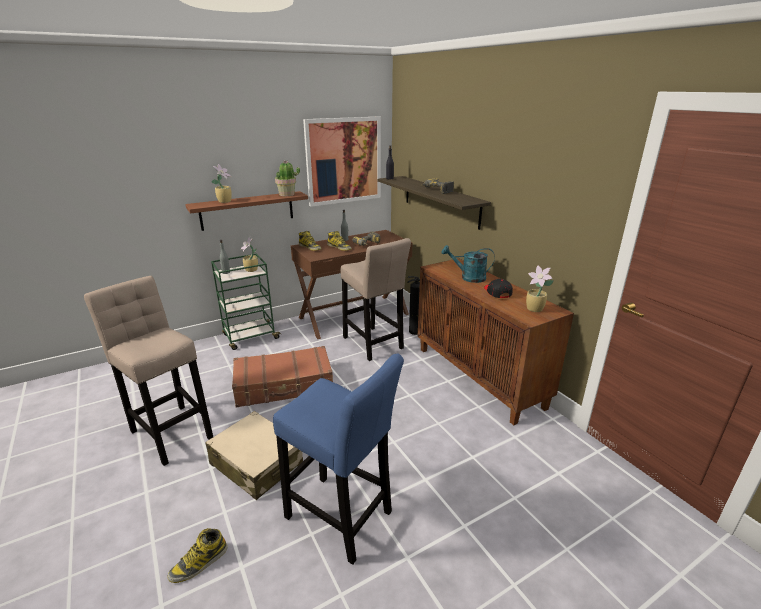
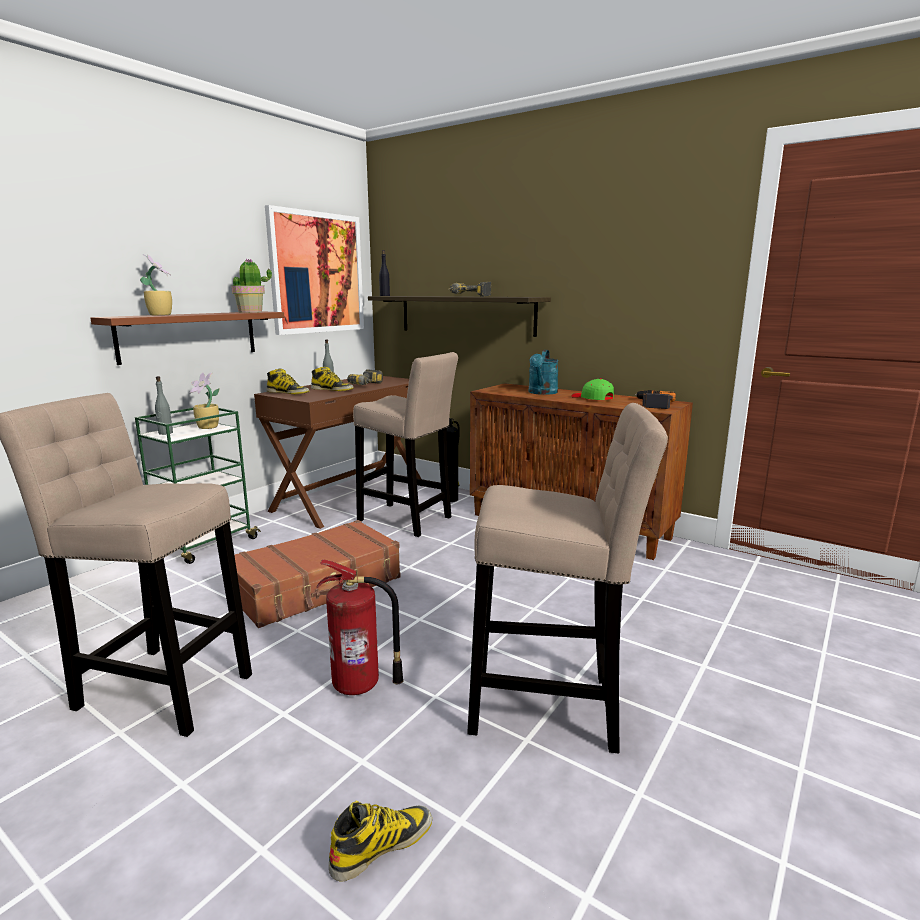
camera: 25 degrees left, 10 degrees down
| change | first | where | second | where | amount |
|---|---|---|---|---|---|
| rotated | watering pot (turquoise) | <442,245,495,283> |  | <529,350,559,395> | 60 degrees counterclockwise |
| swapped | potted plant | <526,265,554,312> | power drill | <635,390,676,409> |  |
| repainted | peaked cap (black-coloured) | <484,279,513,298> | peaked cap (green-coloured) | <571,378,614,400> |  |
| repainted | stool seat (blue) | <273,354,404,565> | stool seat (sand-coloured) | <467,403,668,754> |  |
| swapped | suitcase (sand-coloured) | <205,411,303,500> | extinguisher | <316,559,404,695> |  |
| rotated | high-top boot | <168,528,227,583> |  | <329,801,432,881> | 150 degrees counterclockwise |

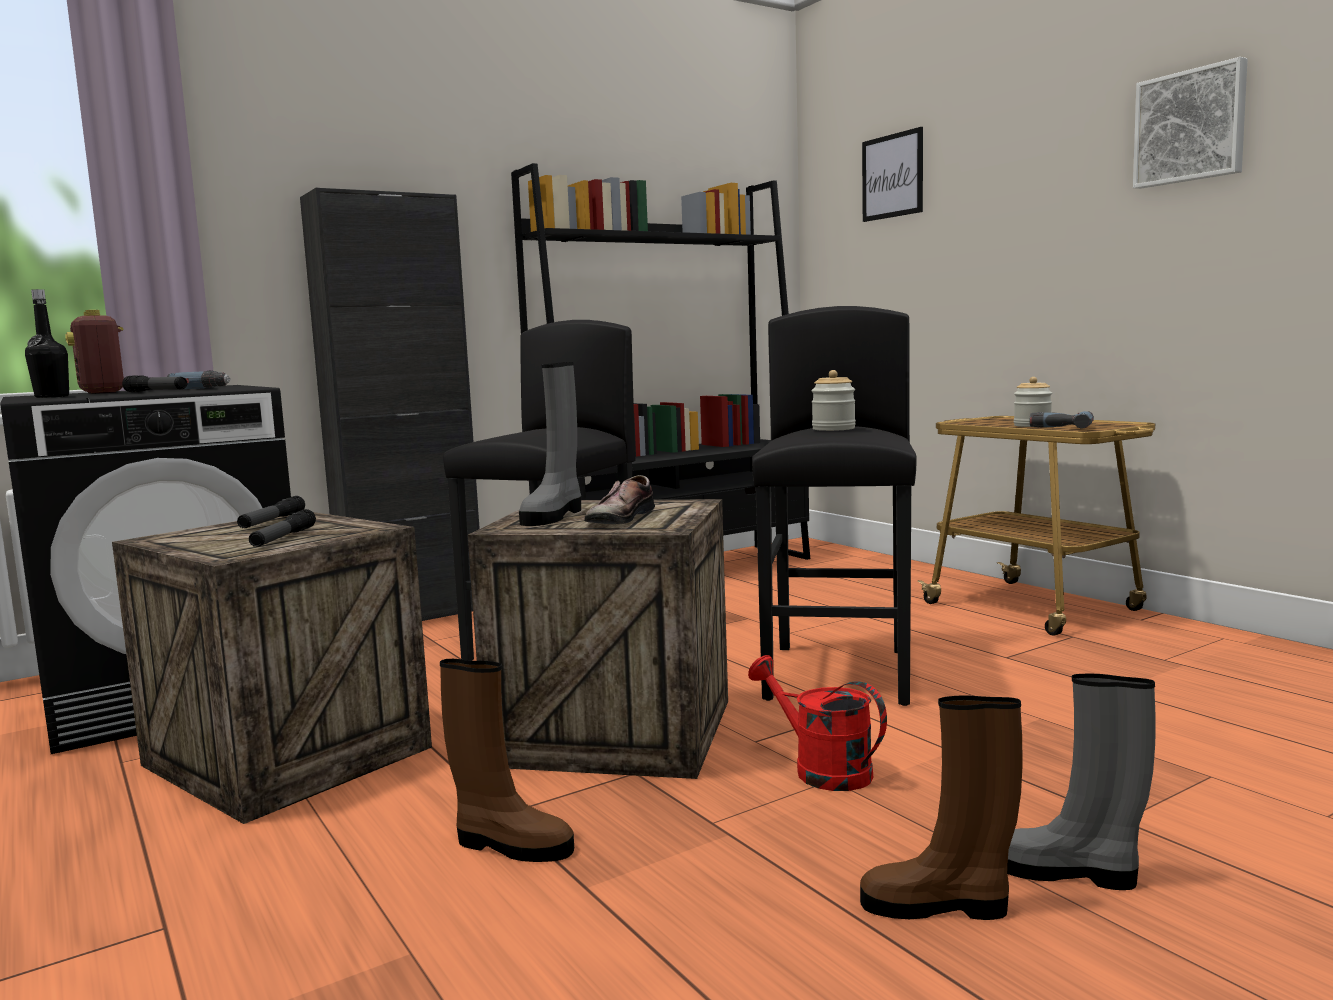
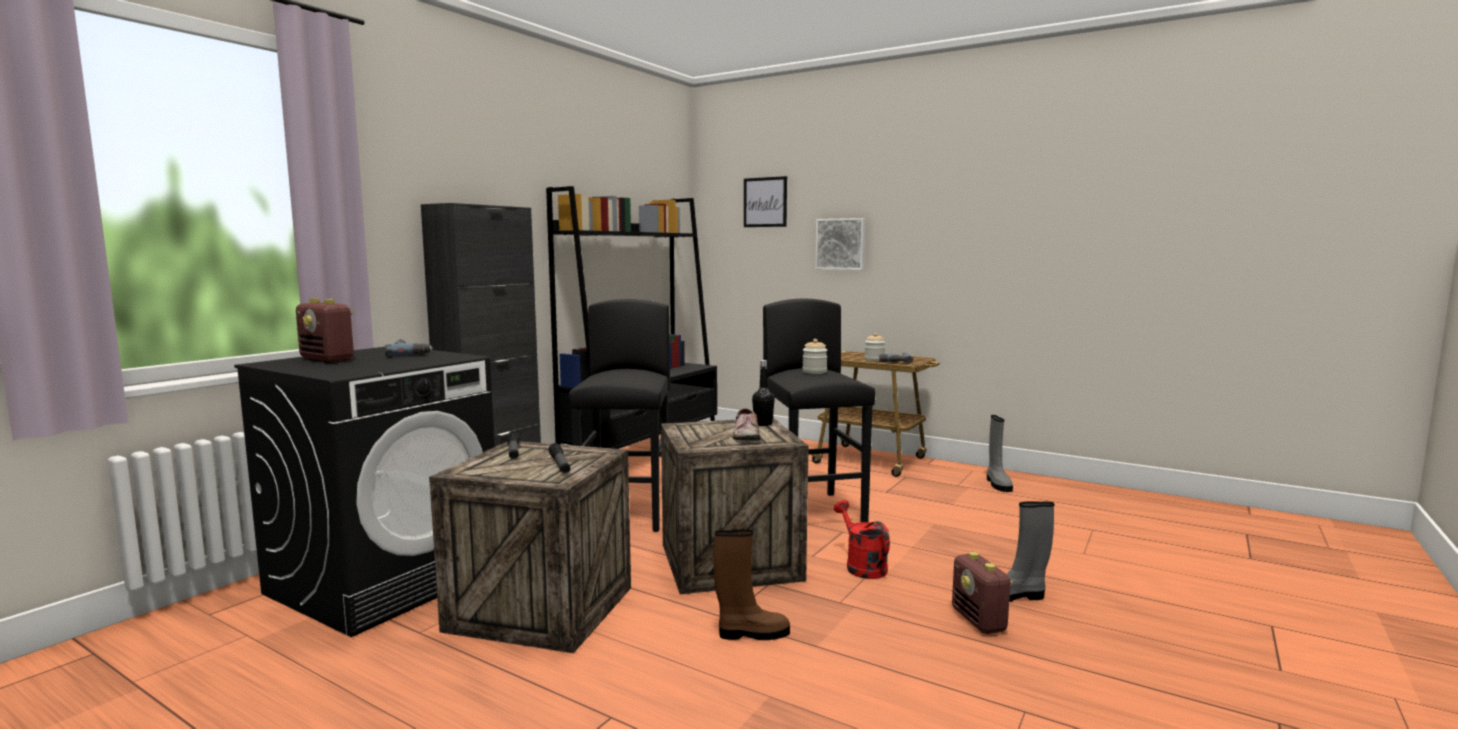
camera: 25 degrees left, 0 degrees up
| change | first | where | second | where | amount |
|---|---|---|---|---|---|
| shifted | picture | <1133,57,1248,189> |  | <815,218,865,270> |  |
| shifted | beverage bottle (black-coloured) | <25,289,69,398> |  | <752,360,775,426> |  |
| shifted | high-top boot (grey) | <519,362,581,526> |  | <987,415,1013,492> |  |
| gone | hand torch | <122,375,187,392> |  |  |  |
| rotated | watering pot (red-coloured) | <748,655,887,791> |  | <834,500,890,579> | 45 degrees clockwise |
| swapped | high-top boot (brownish) | <860,695,1023,920> | radio | <952,552,1013,634> |  |

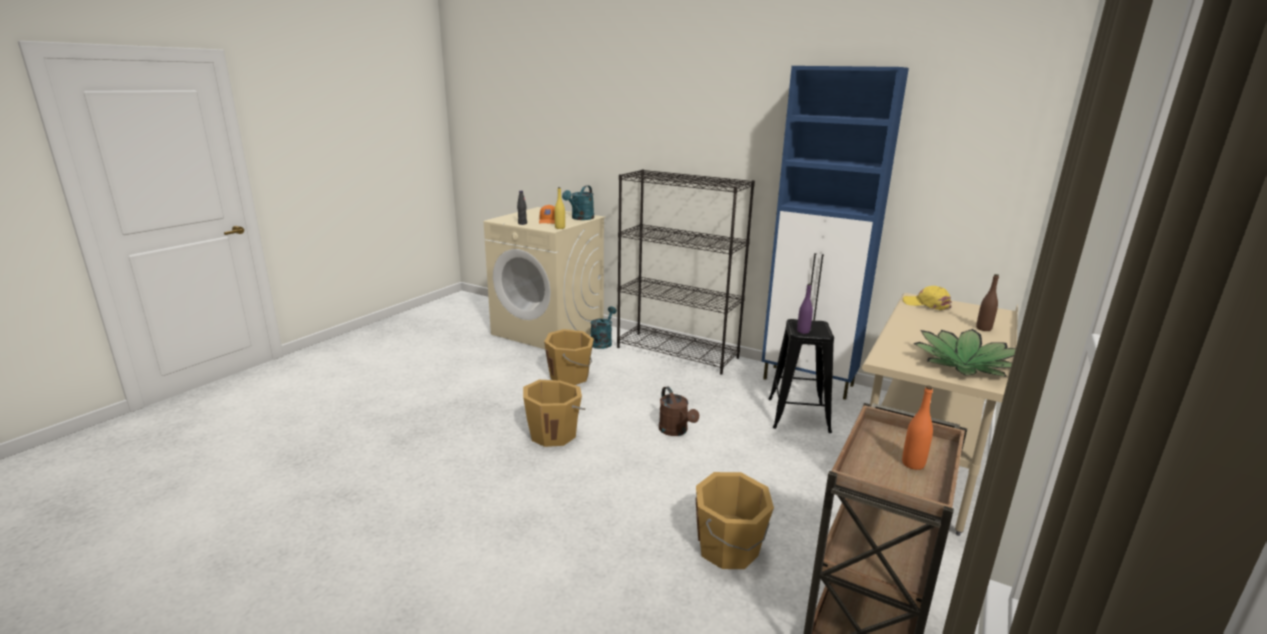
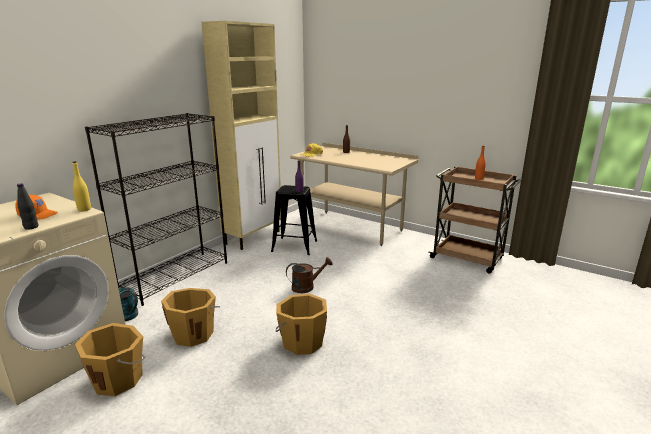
camera: 85 degrees left, 0 degrees up
| change | first | where | second | where | amount |
|---|---|---|---|---|---|
| repainted | cabinet (blue) | <762,66,909,400> | cabinet (sand-coloured) | <202,21,281,250> |  |
| gone | watering pot (turquoise) | <562,185,594,220> |  |  |  |
| gone | potted plant | <913,329,1016,377> |  |  |  |
| shifted | water bucket (orangey) | <695,472,774,569> |  | <75,323,145,396> |  |

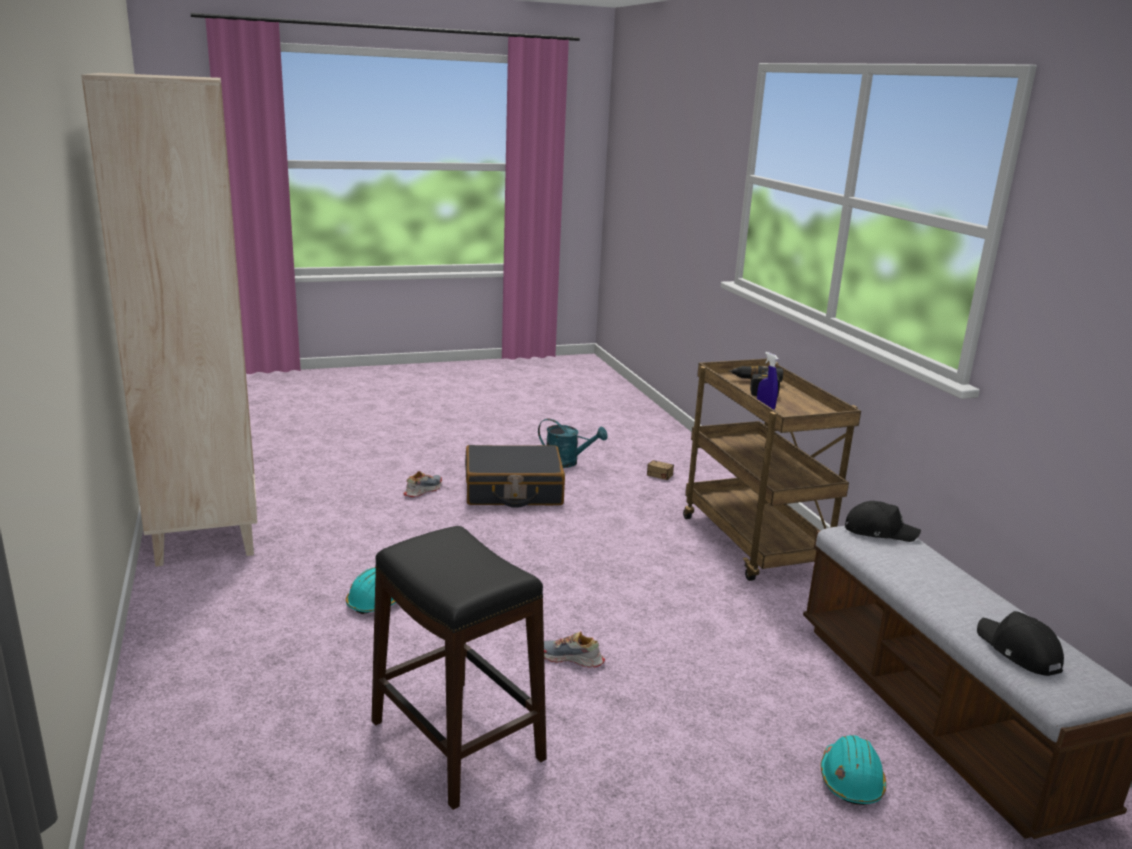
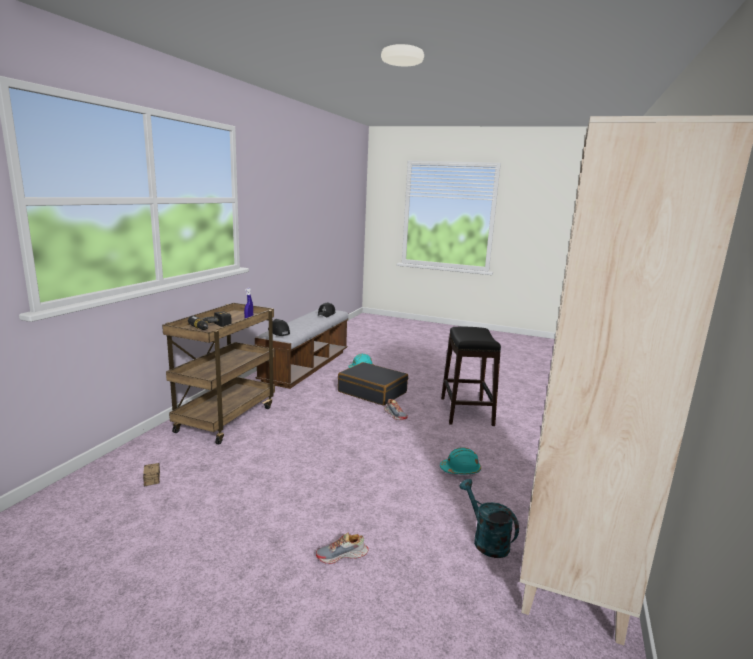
camera: 140 degrees left, 5 degrees down
| change | first | where | second | where | amount |
|---|---|---|---|---|---|
| shifted | watering pot (turquoise) | <538,418,608,468> |  | <459,479,519,558> |  |
| shifted | suitcase (black-coloured) | <465,445,565,508> |  | <338,362,408,406> |  |

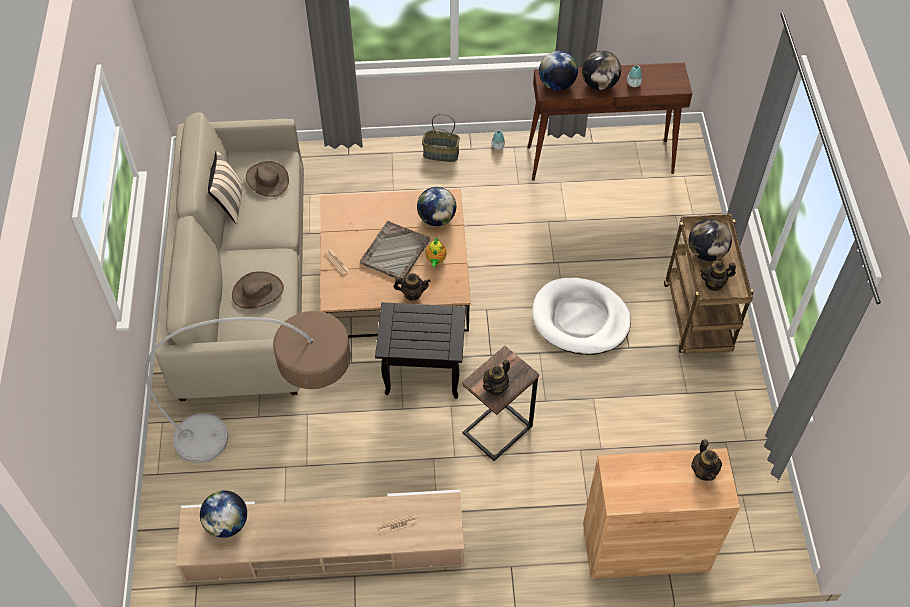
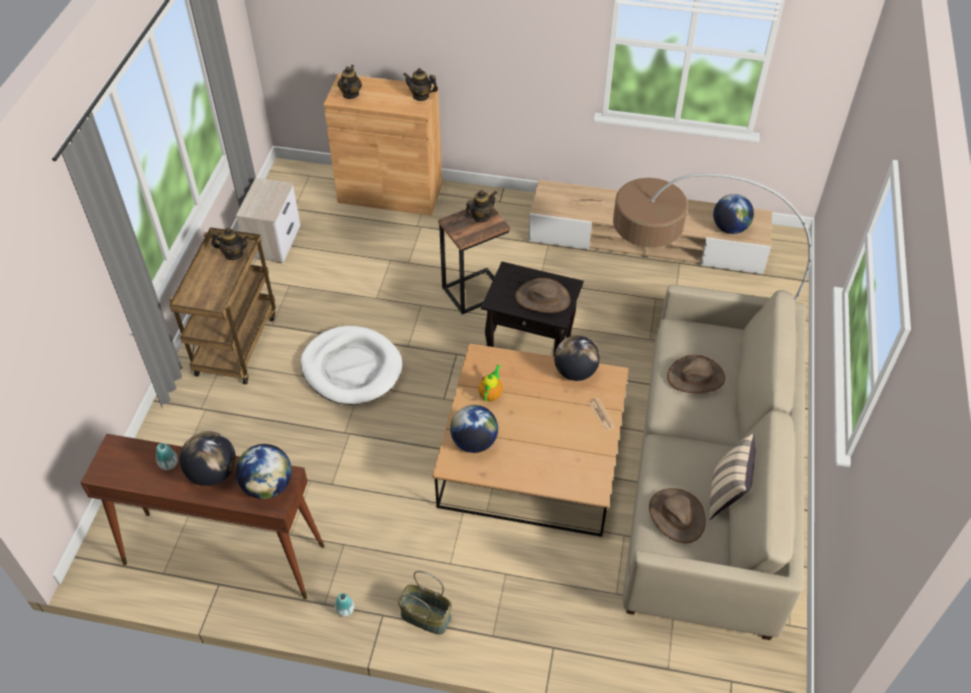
camera: 165 degrees left, 5 degrees down
| change | first | where | second | where | amount |
|---|---|---|---|---|---|
| shifted | world globe | <689,219,732,261> |  | <554,335,600,381> |  |
| gone | carrying tray (grey) | <360,221,430,281> |  |  |  |
| shifted | tea pot | <393,273,431,301> |  | <403,68,438,101> |  |
| new |  |  | nightstand | <236,178,300,263> |  |
| new |  |  | hat (brownish) | <515,278,570,313> |  |

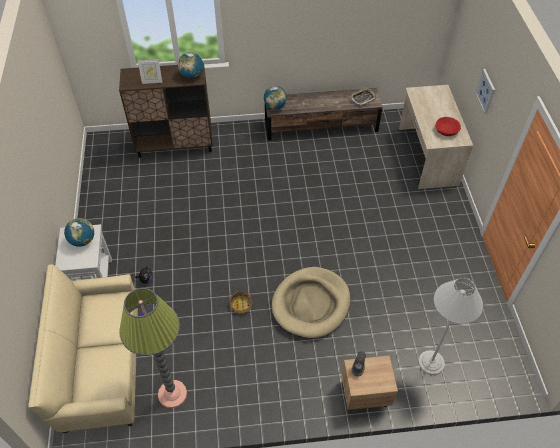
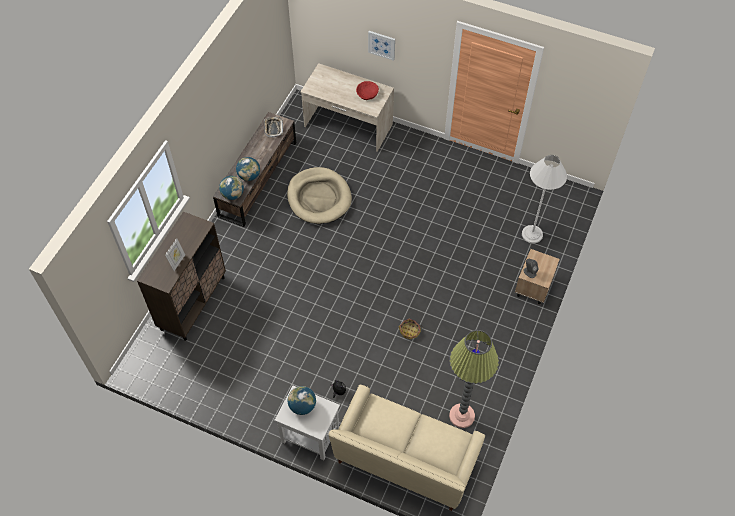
camera: 60 degrees left, 5 degrees up
| change | first | where | second | where | amount |
|---|---|---|---|---|---|
| shifted | world globe | <178,52,203,78> |  | <236,157,260,181> |  |
| shifted | dog cushion (sand-coloured) | <272,267,350,338> |  | <287,167,352,224> |  |

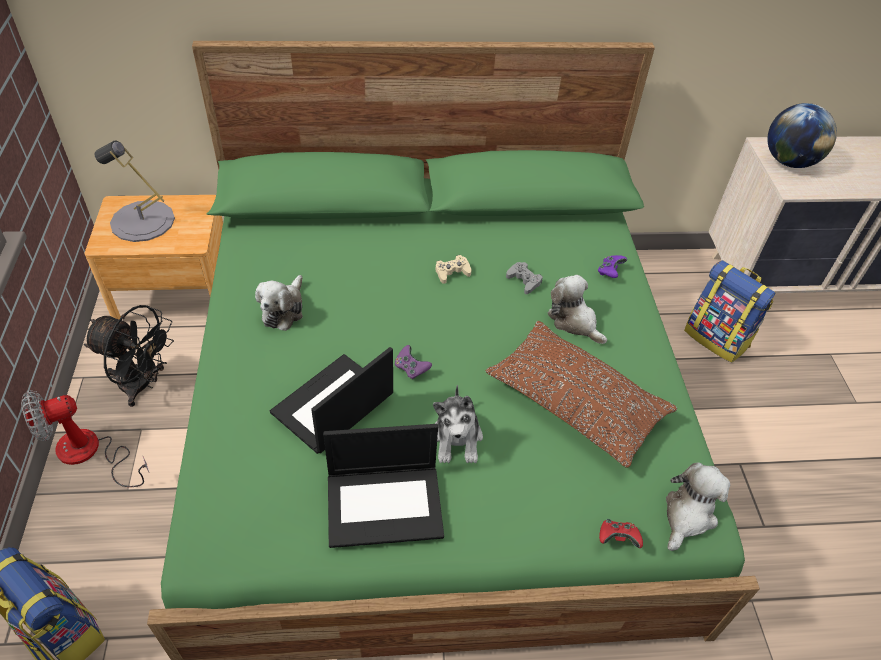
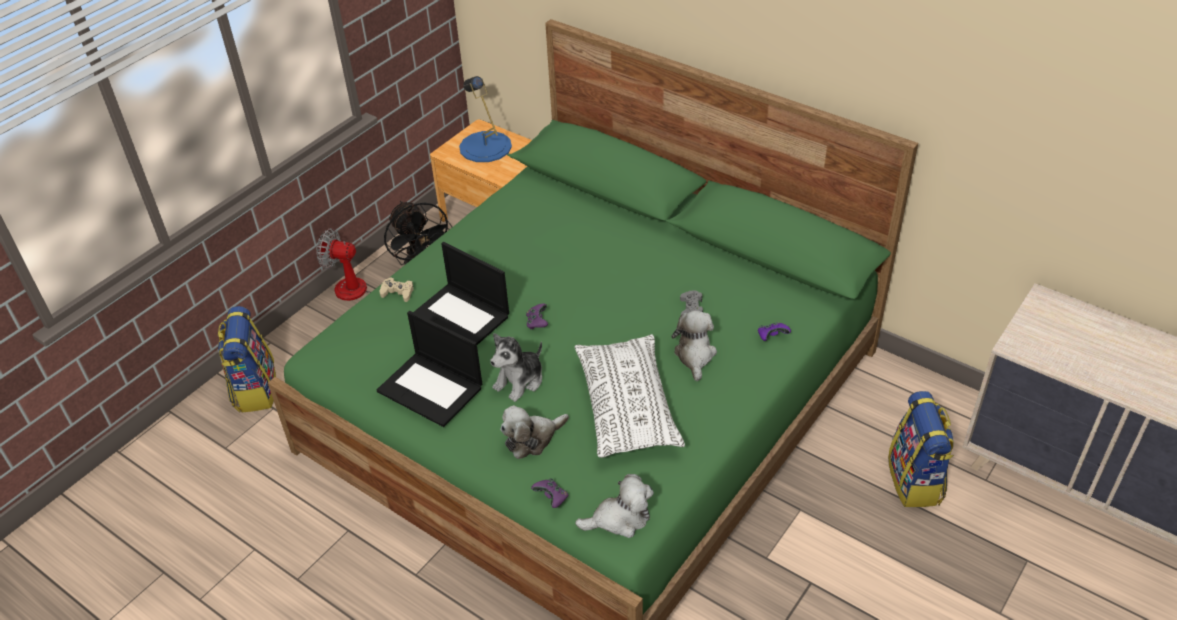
camera: 45 degrees right, 5 degrees down
| change | first | where | second | where | amount |
|---|---|---|---|---|---|
| gone | world globe | <767,103,837,168> |  |  |  |
| repainted | lamp for a table (grey) | <95,141,175,242> | lamp for a table (blue) | <459,76,512,162> |  |
| shifted | game controller (sand-coloured) | <436,255,471,284> |  | <380,277,413,302> |  |
| shifted | soft toy | <255,275,303,331> |  | <500,405,569,459> |  |
| repainted | cushion (brownish) | <486,321,677,468> | cushion (white-coloured) | <575,334,685,458> |  |
| rotated | notebook computer | <270,347,393,454> |  | <414,242,509,345> | 135 degrees counterclockwise |
| repainted | game controller (red-coloured) | <599,519,643,548> | game controller (purple) | <531,478,569,508> |  |

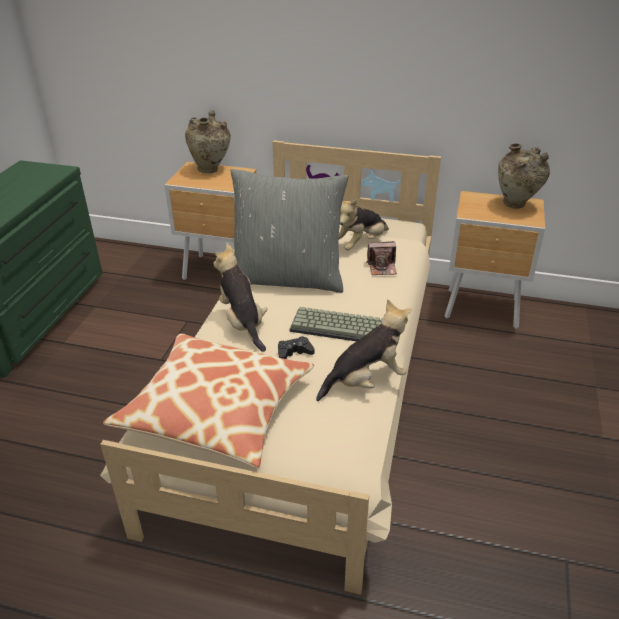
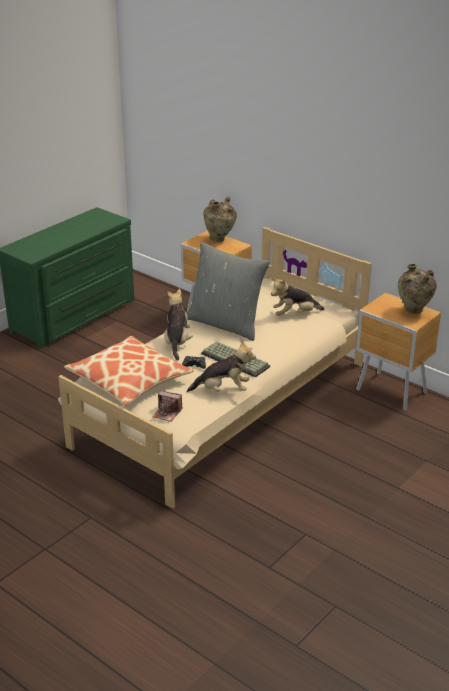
camera: 25 degrees right, 5 degrees down
| change | first | where | second | where | amount |
|---|---|---|---|---|---|
| shifted | photo camera | <366,241,397,275> |  | <152,391,182,422> |  |

